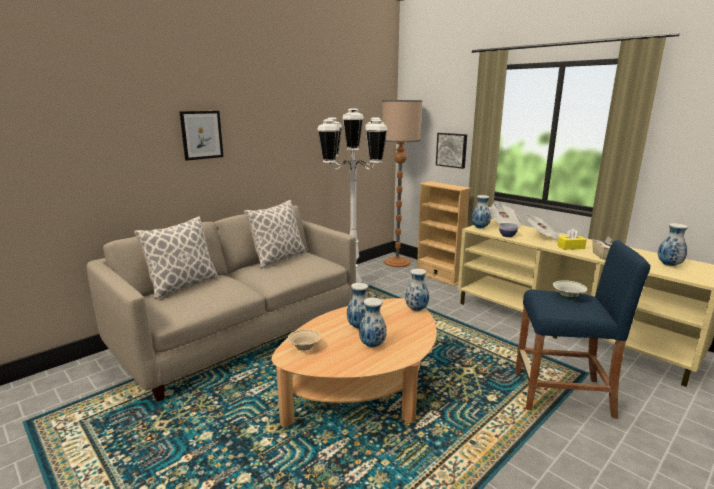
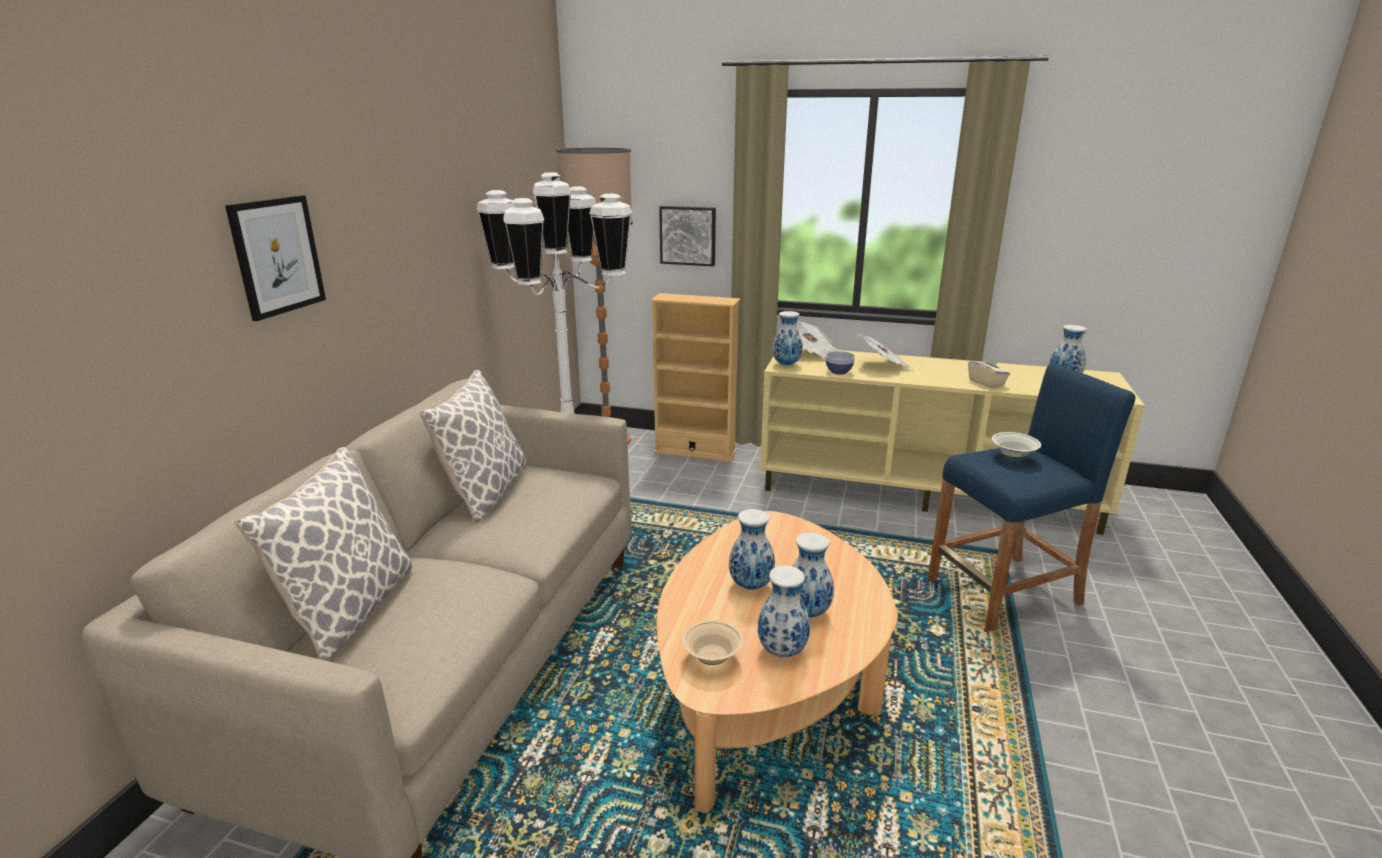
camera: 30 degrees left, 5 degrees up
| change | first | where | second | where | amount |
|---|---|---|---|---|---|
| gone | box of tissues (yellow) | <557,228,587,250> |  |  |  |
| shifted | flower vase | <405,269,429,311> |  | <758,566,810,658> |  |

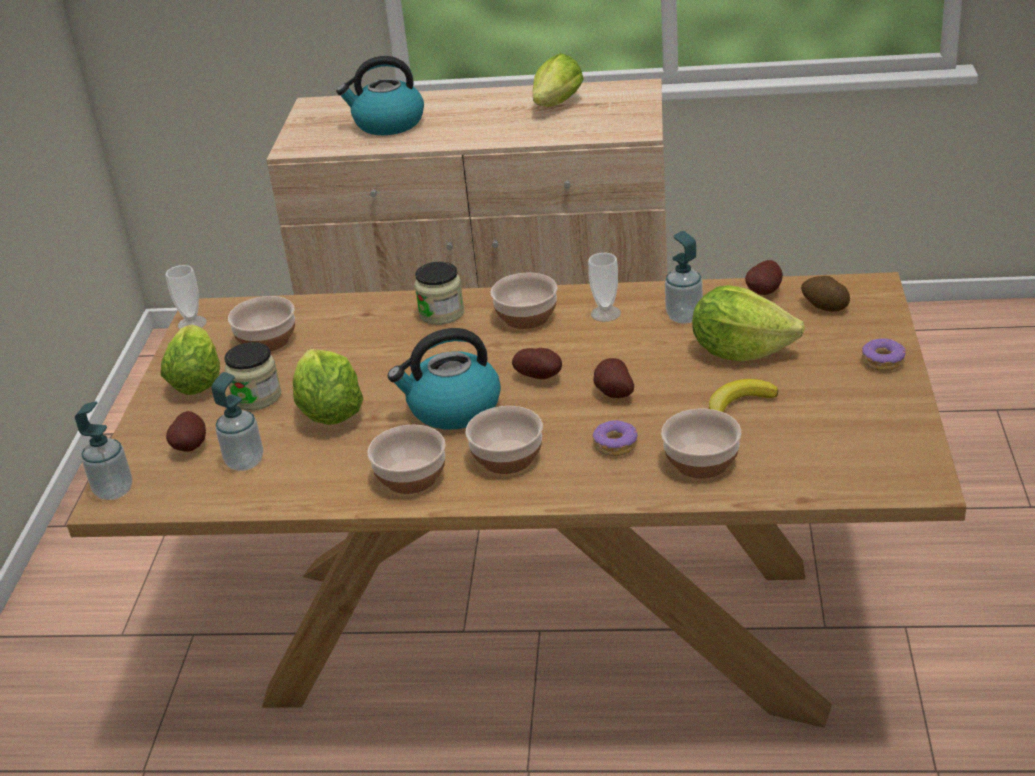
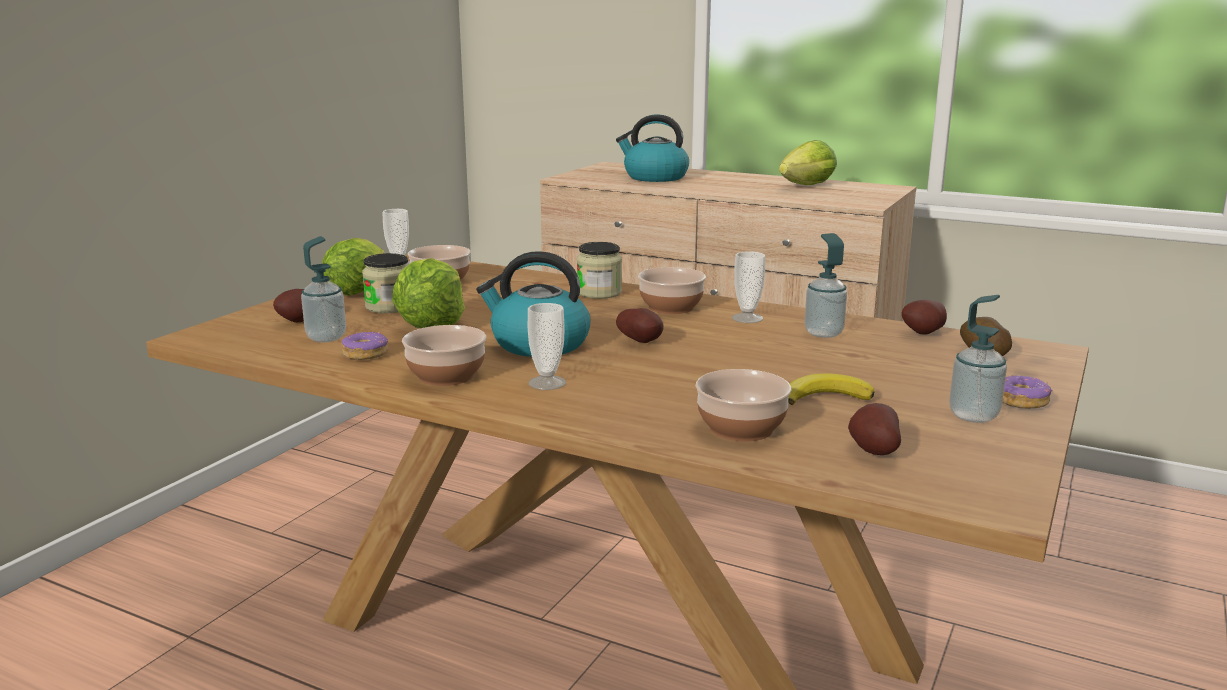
camera: 20 degrees right, 15 degrees down
| change | first | where | second | where | amount |
|---|---|---|---|---|---|
| gone | lettuce | <692,285,805,361> |  |  |  |
| shifted | potato | <593,358,634,398> |  | <848,403,901,455> |  |
| shifted | soap dispenser | <75,401,132,500> |  | <949,295,1007,423> |  |
| swapped | serving bowl | <466,406,543,474> | cup | <528,303,566,390> |  |
| shifted | doughnut | <593,420,638,456> |  | <342,332,388,360> |  |

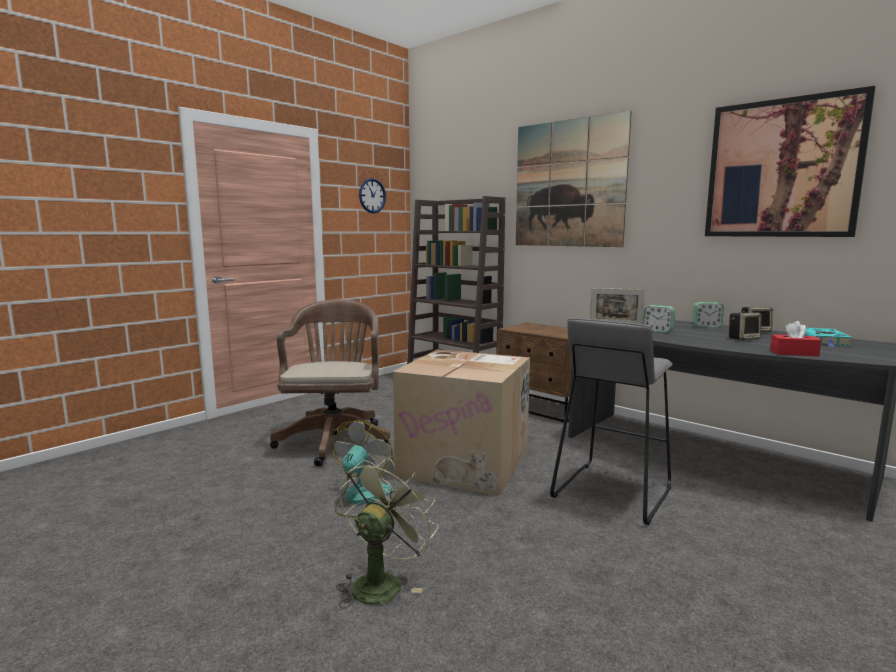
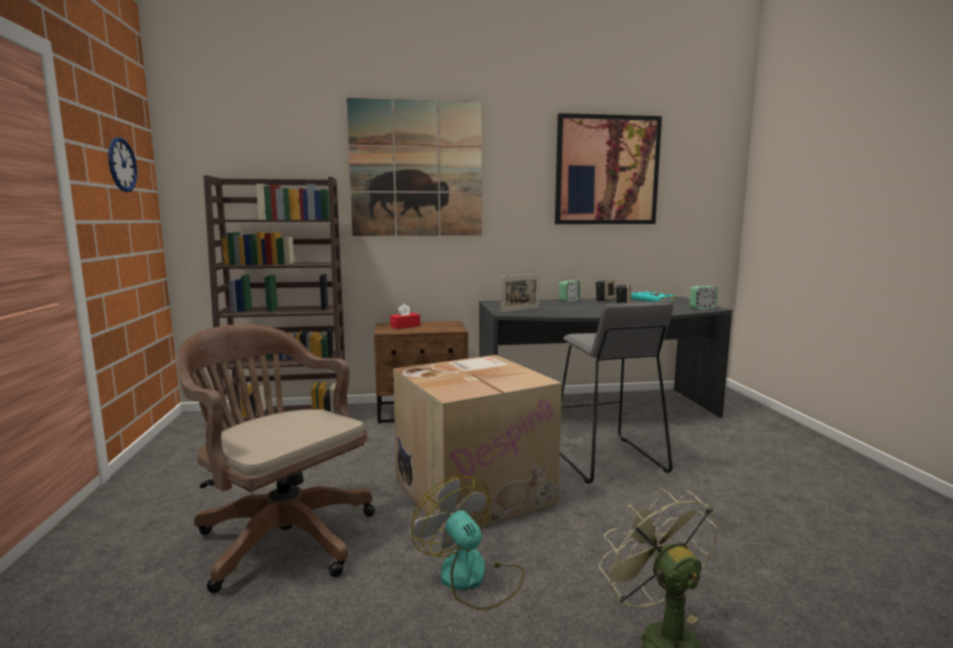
camera: 50 degrees left, 0 degrees up
| change | first | where | second | where | amount |
|---|---|---|---|---|---|
| shifted | bedside clock | <643,305,675,332> |  | <690,286,718,309> |  |
| shifted | box of tissues (red-coloured) | <770,321,821,356> |  | <390,304,420,329> |  |

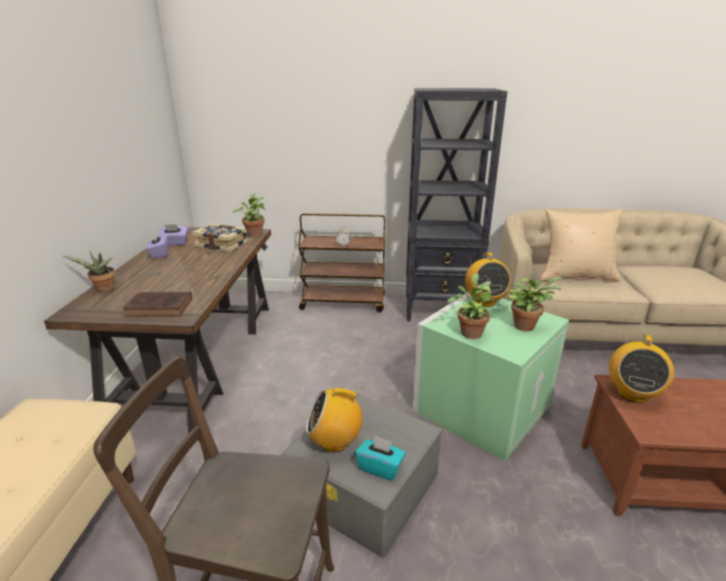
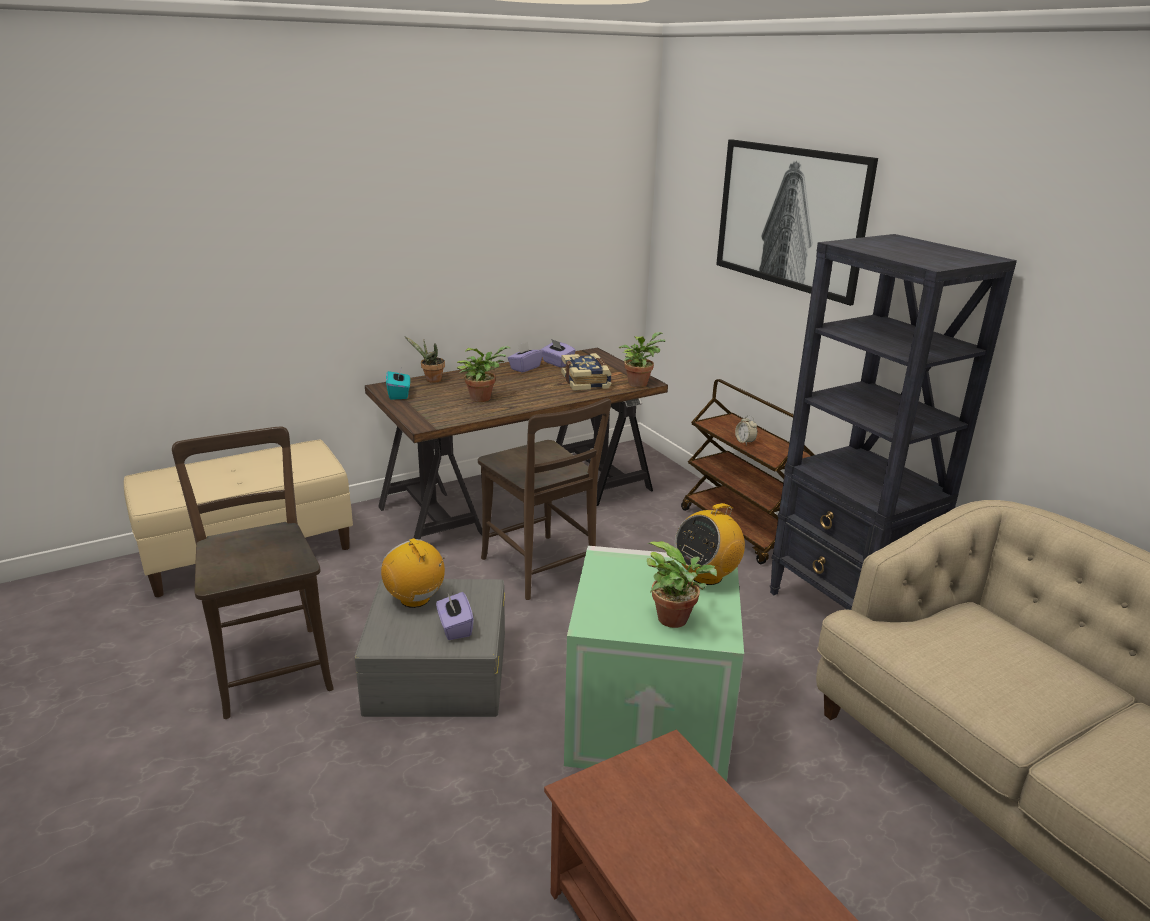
camera: 55 degrees right, 0 degrees up
| change | first | where | second | where | amount |
|---|---|---|---|---|---|
| gone | cushion (sand-coloured) | <540,209,623,282> |  |  |  |
| shifted | potted plant | <447,274,494,339> |  | <457,346,510,402> |  |
| gone | bound book (brownish) | <123,292,192,317> |  |  |  |
| gone | radio | <609,333,674,403> |  |  |  |
| shifted | box of tissues (turquoise) | <355,435,406,480> |  | <386,369,410,400> |  |
| new |  |  | picture | <716,139,878,306> |  |
| new |  |  | plain chair (brownish) | <478,398,611,600> |  |
| new |  |  | box of tissues (purple) | <436,592,474,640> |  |

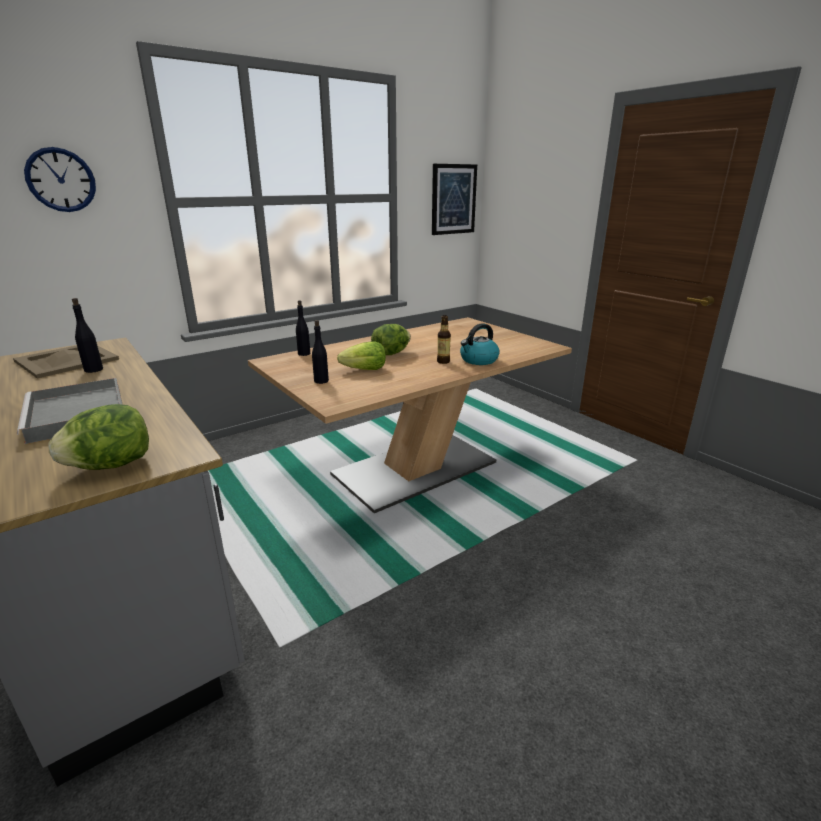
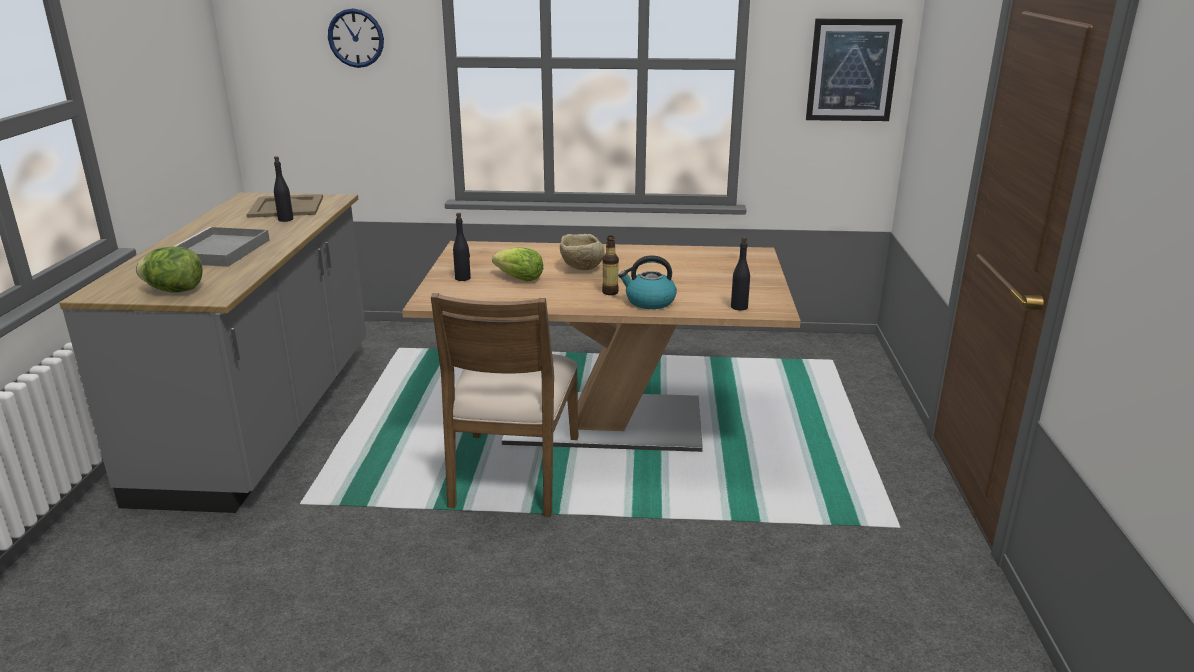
camera: 40 degrees right, 0 degrees up
| change | first | where | second | where | amount |
|---|---|---|---|---|---|
| shifted | beverage bottle (black-coloured) | <296,300,310,356> |  | <731,237,750,311> |  |
| swapped | lettuce | <371,324,411,355> | serving bowl (sand-coloured) | <560,234,605,270> |  |
| new |  |  | plain chair (brownish) | <431,293,578,517> |  |

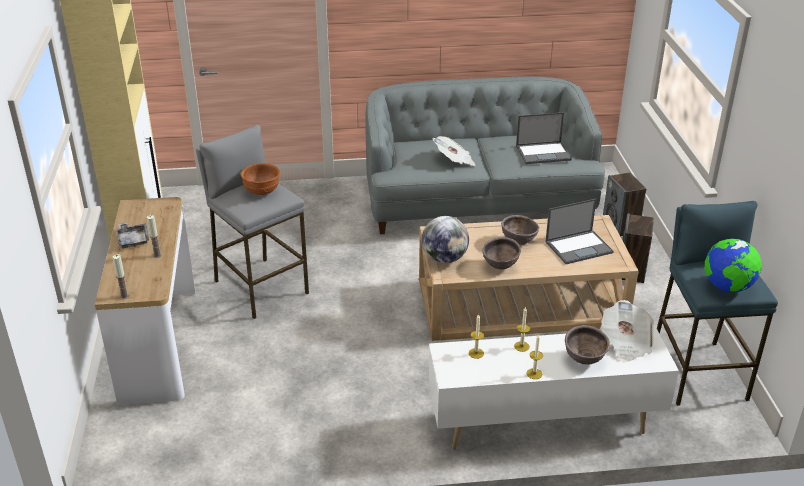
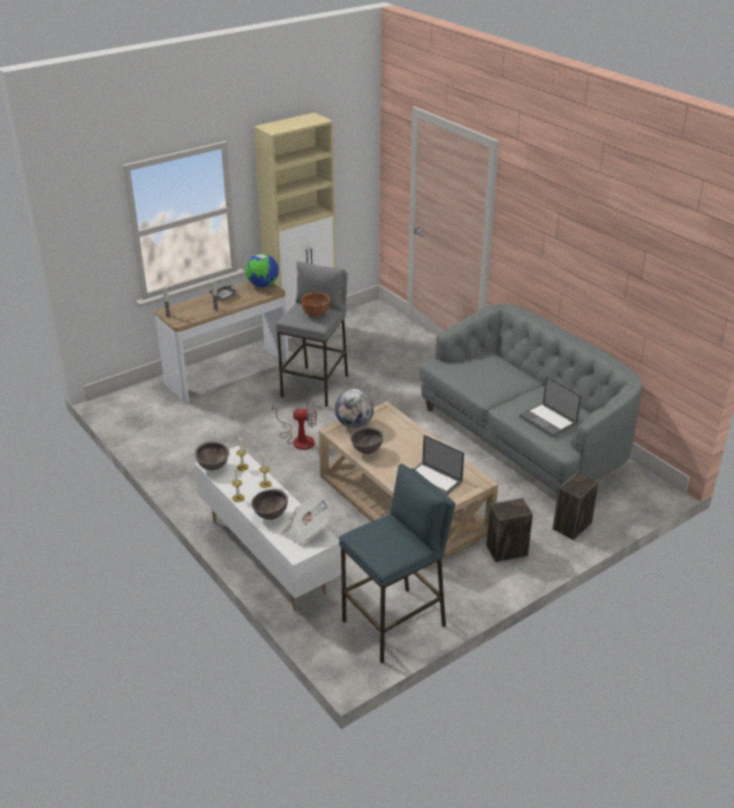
camera: 60 degrees right, 0 degrees up
| change | first | where | second | where | amount |
|---|---|---|---|---|---|
| gone | printed paper | <433,136,476,166> |  |  |  |
| shifted | serving bowl (brownish) | <501,215,539,245> |  | <195,441,230,471> |  |
| shifted | world globe | <705,239,762,292> |  | <245,253,279,287> |  |
| new |  |  | fan | <272,401,317,450> |  |

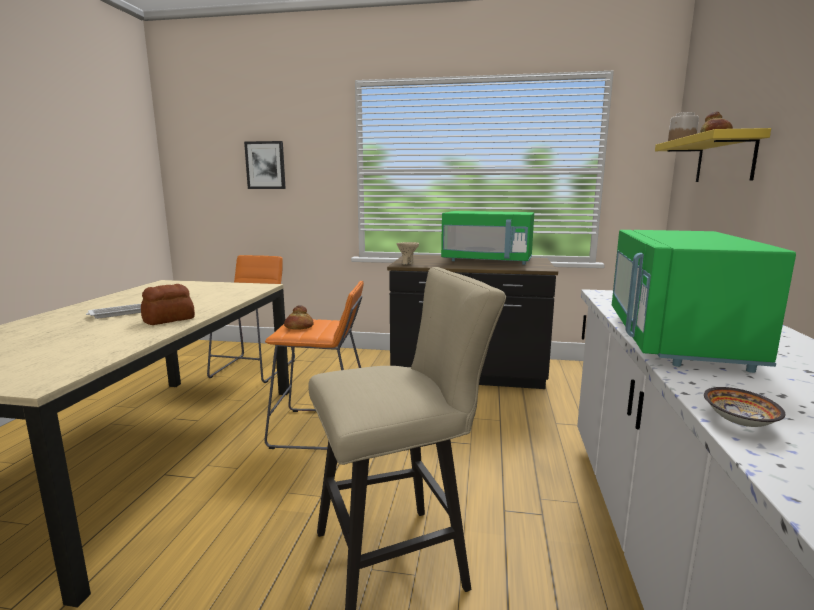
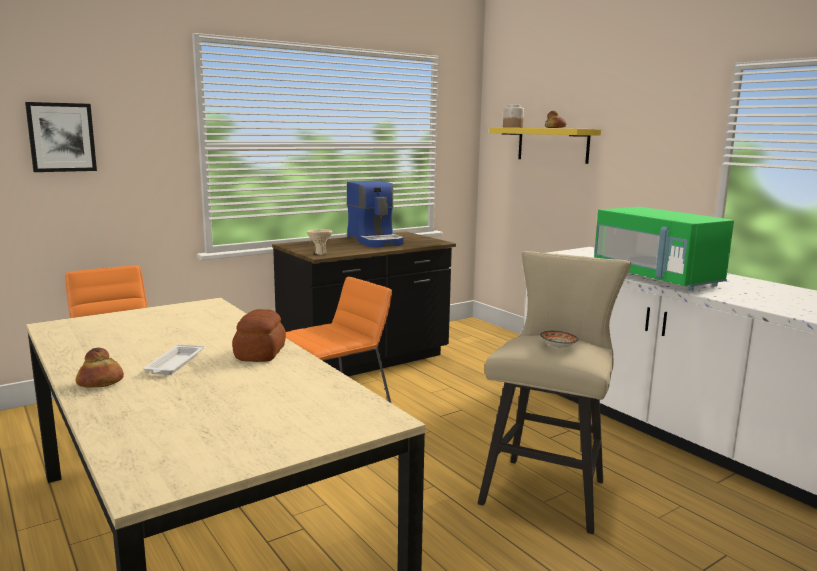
camera: 45 degrees left, 0 degrees up
| change | first | where | second | where | amount |
|---|---|---|---|---|---|
| swapped | microwave (green-coloured) | <441,211,534,265> | coffee maker | <347,181,404,247> |  |
| shifted | baked bread | <284,305,314,330> |  | <75,348,124,388> |  |
| shifted | serving bowl | <704,387,785,427> |  | <540,331,578,348> |  |

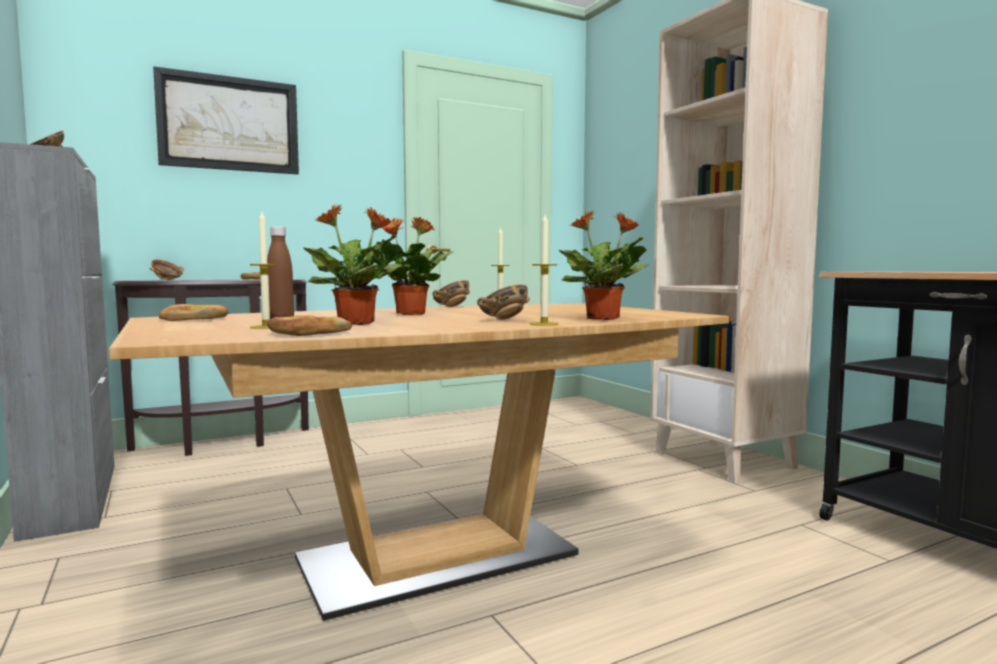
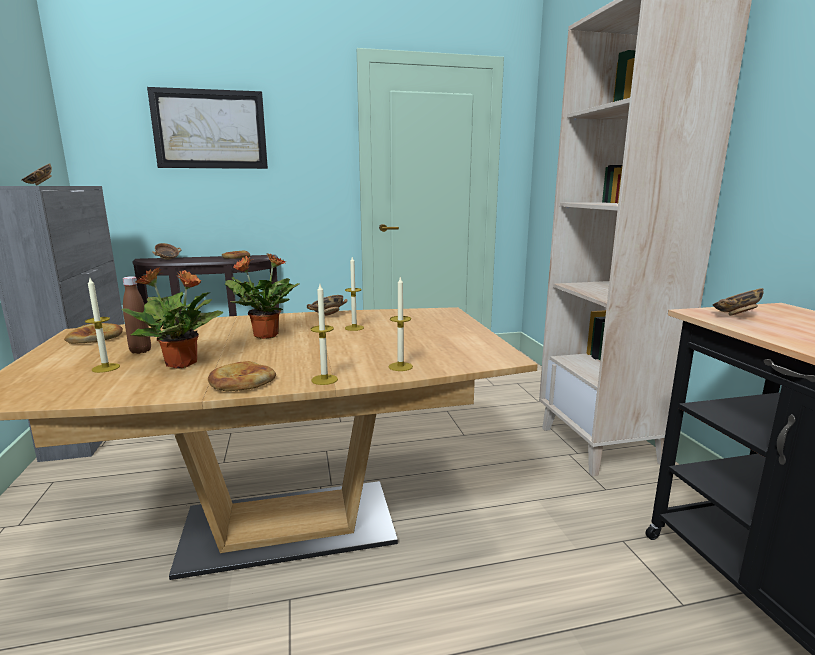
camera: 15 degrees right, 10 degrees up
| change | first | where | second | where | amount |
|---|---|---|---|---|---|
| swapped | potted plant | <558,211,649,320> | wax light | <389,277,413,371> |  |
| shifted | serving bowl | <477,284,530,320> |  | <713,288,763,316> |  |
| shifted | baked bread | <267,315,352,336> |  | <208,361,276,392> |  |

